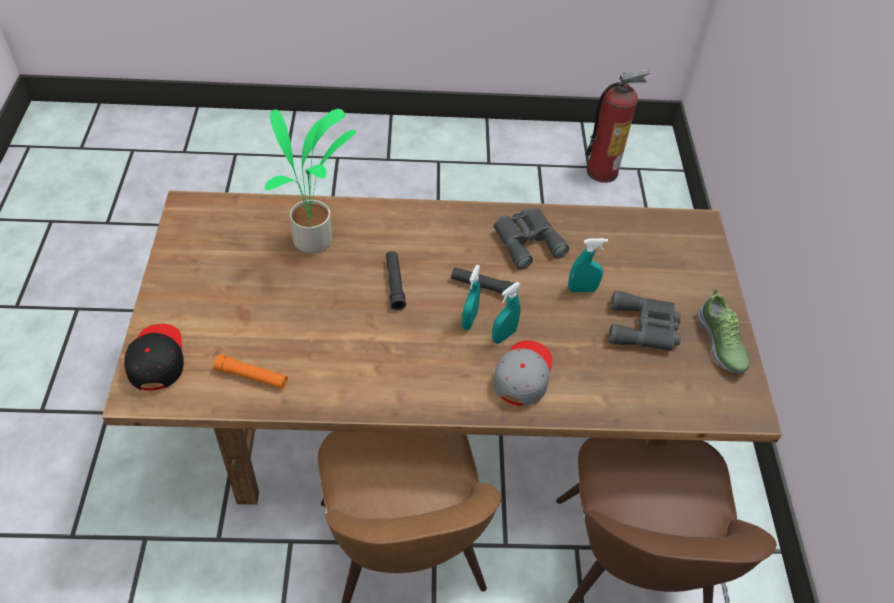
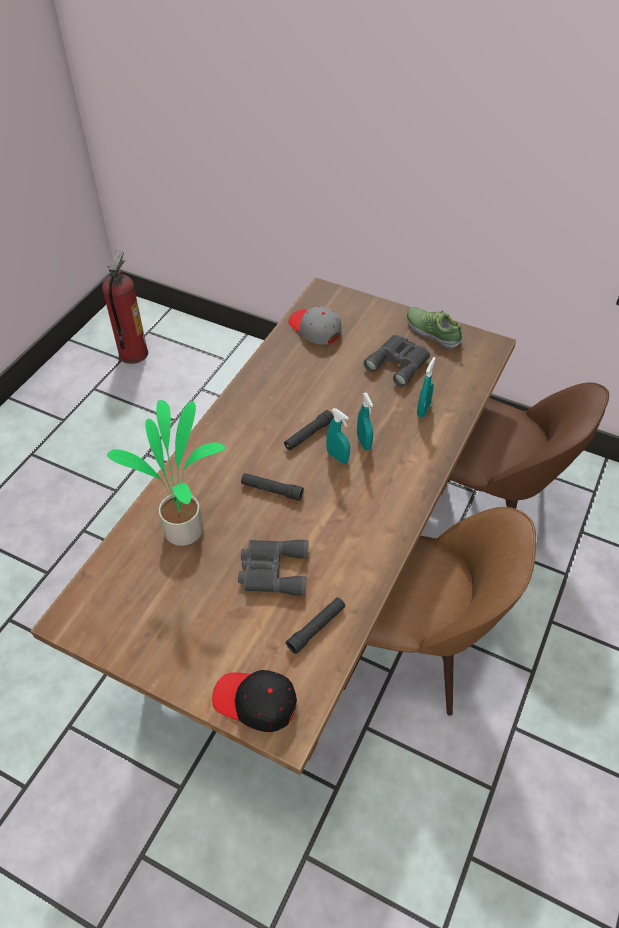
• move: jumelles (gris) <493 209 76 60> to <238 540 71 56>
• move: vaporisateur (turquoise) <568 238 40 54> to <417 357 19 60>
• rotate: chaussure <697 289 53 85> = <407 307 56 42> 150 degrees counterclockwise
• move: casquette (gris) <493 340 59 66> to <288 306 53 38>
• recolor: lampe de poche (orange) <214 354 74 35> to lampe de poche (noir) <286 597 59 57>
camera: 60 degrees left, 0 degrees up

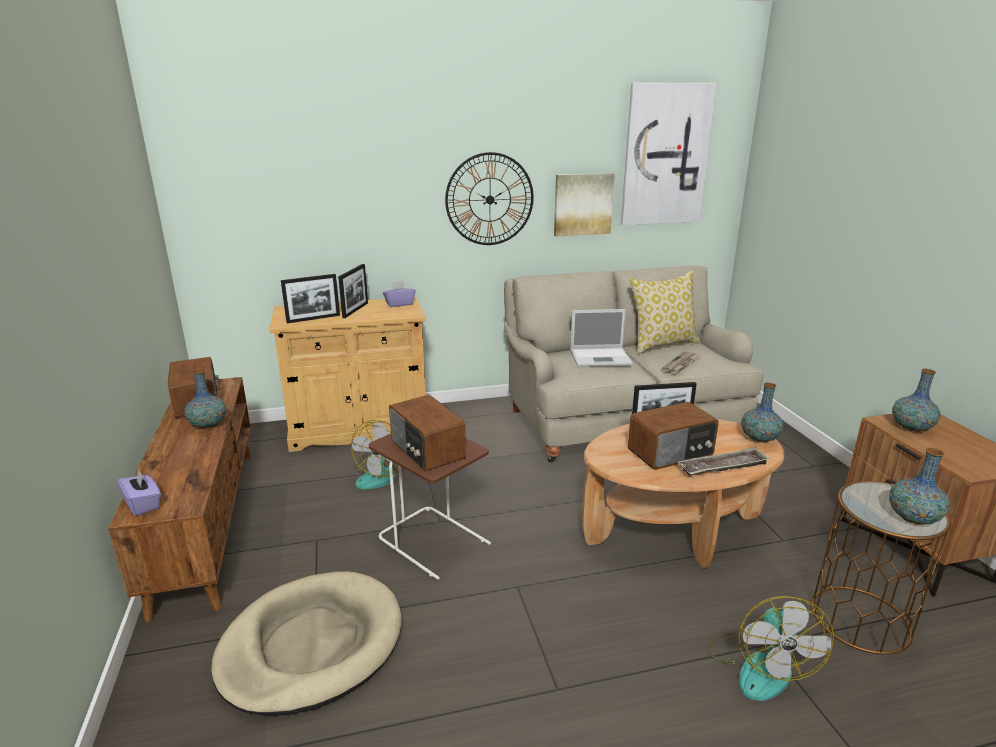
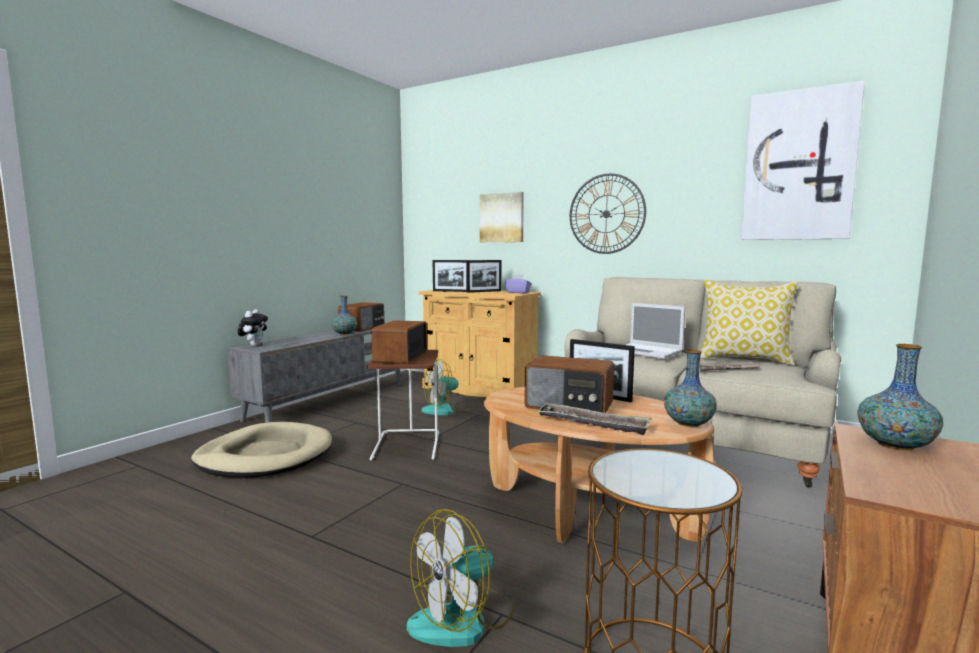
• move: tableau <554 173 61 63> to <480 192 44 50>
• recolor: meuble télé (marron) <108 377 143 246> to meuble télé (gris) <227 323 175 100>
• delete: vase <889 448 61 77>
• replace: boîte à mouchoirs (violet) <117 471 44 45> to peluche <238 309 30 37>
camera: 45 degrees right, 15 degrees down

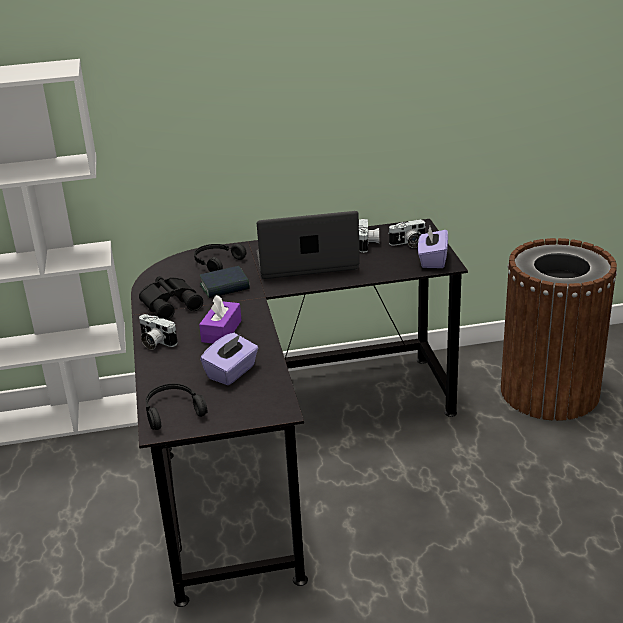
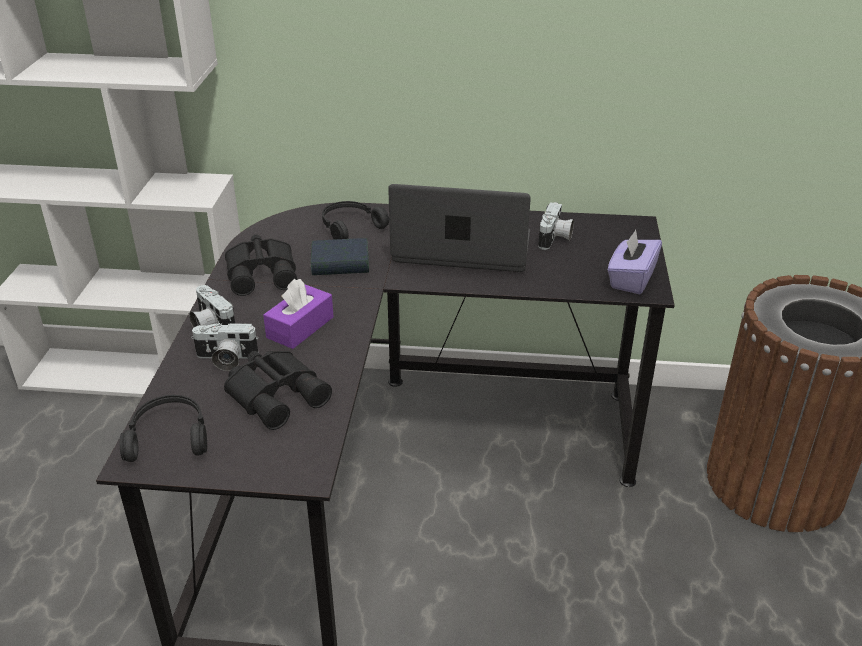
• move: appareil photo <389 219 37 29> to <191 323 68 48>
• replace: boîte à mouchoirs (violet) <200 333 58 52> to jumelles (noir) <224 351 108 79>
camera: 15 degrees right, 5 degrees up

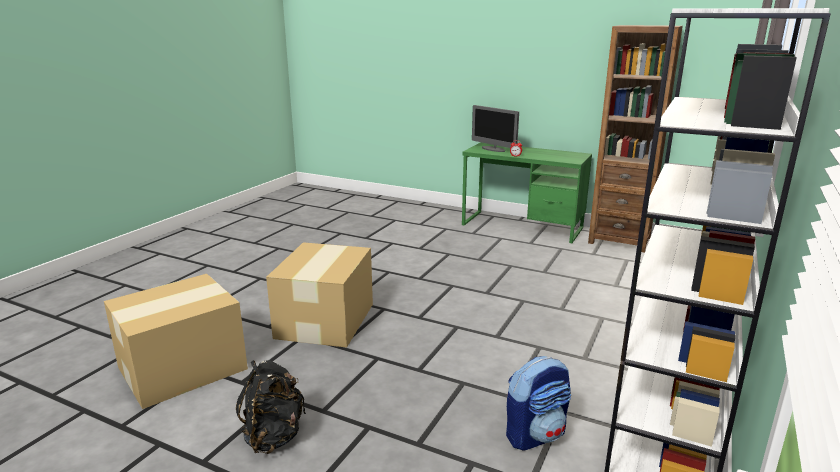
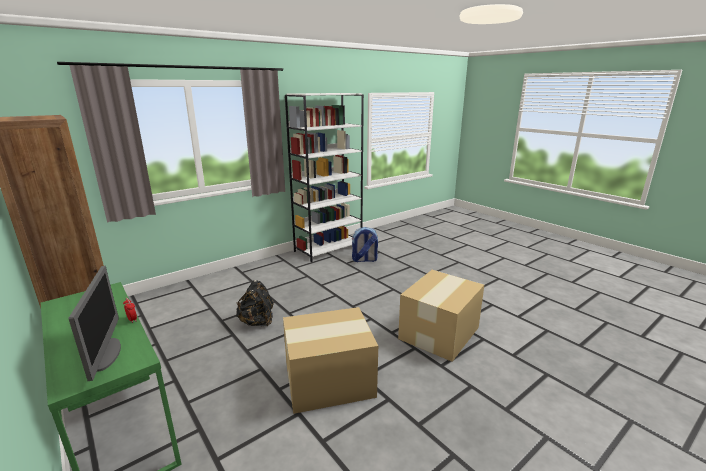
• move: carton <104 274 144 135> to <283 307 95 107>
• move: sac à dos (noir) <236 360 70 94> to <236 280 38 46>
camera: 155 degrees left, 0 degrees up

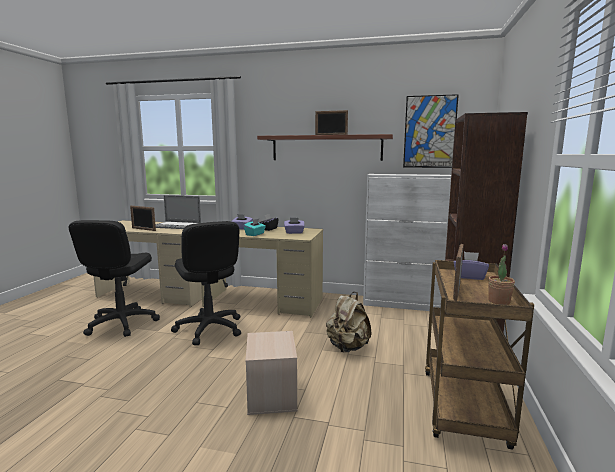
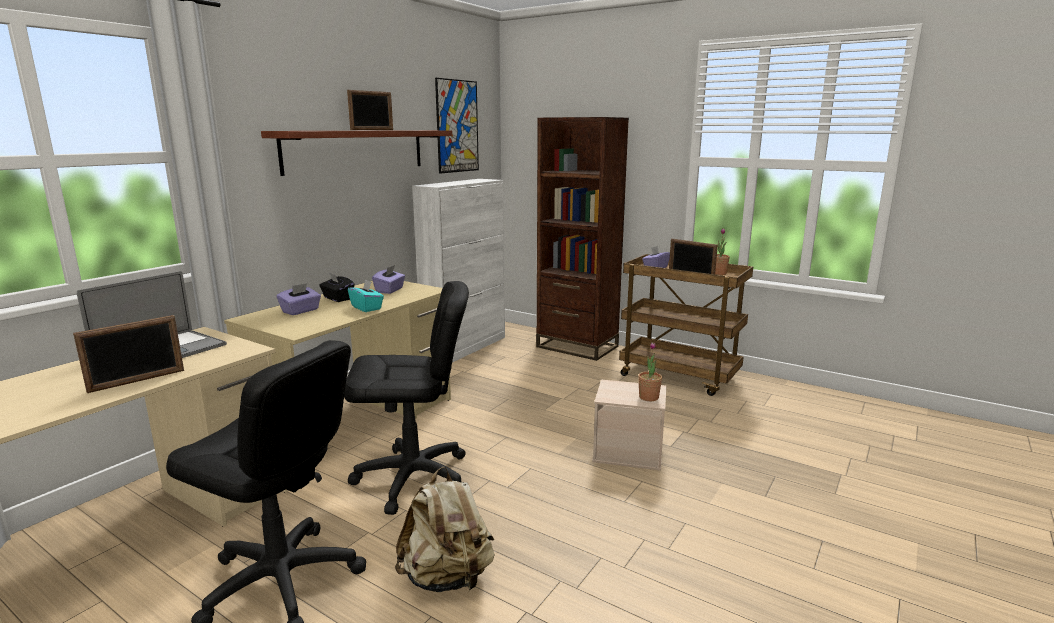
• move: sac à dos (beige) <326 292 45 60> to <395 467 100 125>
• insert: plante en pot <638 342 24 59>
camera: 70 degrees left, 5 degrees up

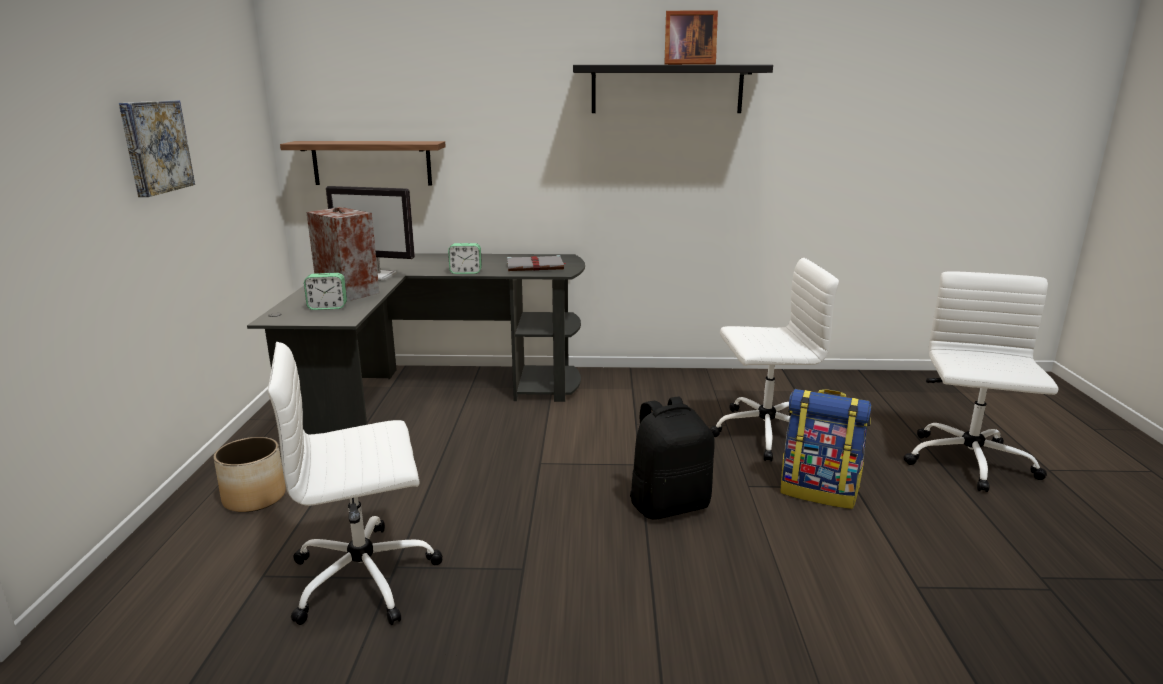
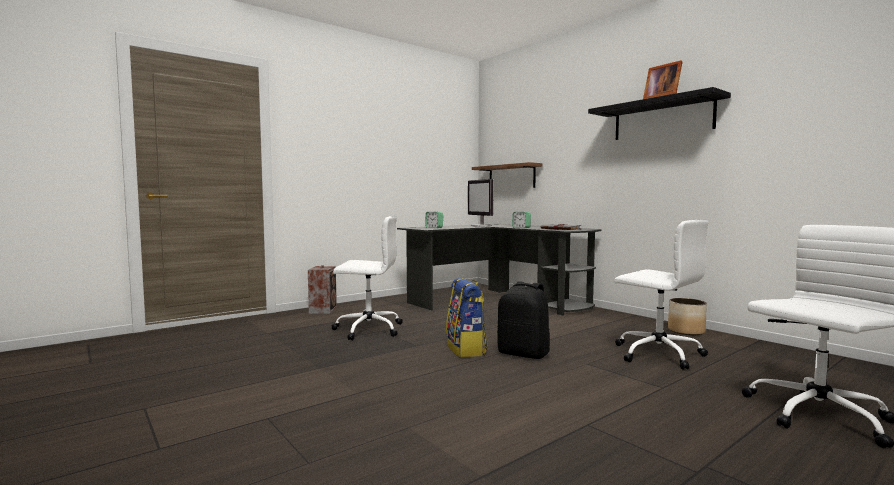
• delete: tableau <119 100 76 97>
• move: enceinte <306 207 74 95> to <308 265 29 49>
• rotate: chaise de bureau (blanc) <268 342 175 283> = <331 216 72 125> 150 degrees clockwise
• move: sac à dos <780 389 91 120> to <446 278 42 80>
• move: cache-pot <214 437 72 75> to <668 298 39 37>
camera: 50 degrees right, 15 degrees down

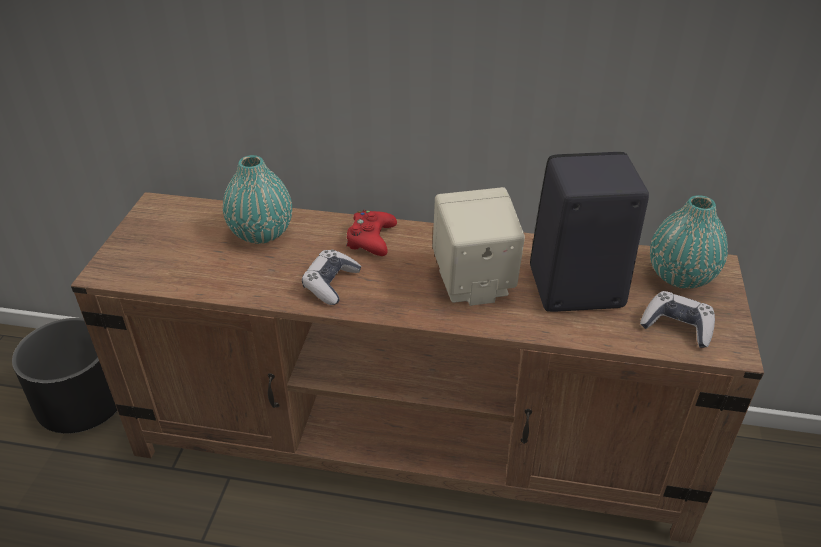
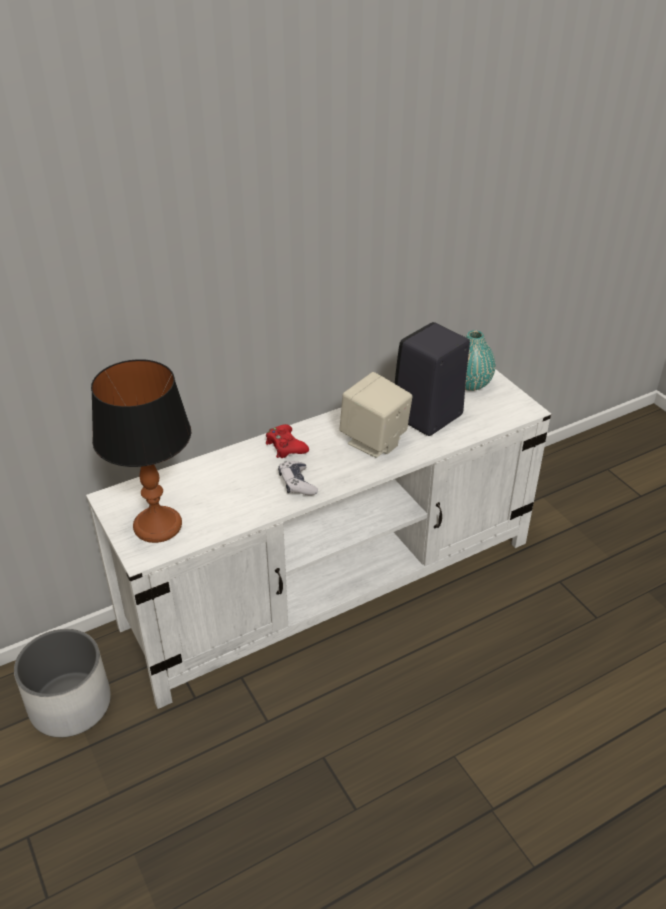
• delete: vase (turquoise) <223 155 69 89>
• recolor: meuble télé (marron) <71 192 693 351> to meuble télé (blanc) <86 369 465 340>
• delete: manette <640 291 75 57>
• recolor: cache-pot (noir) <12 318 106 116> to cache-pot (blanc) <14 629 97 108>
• insert: lampe de table <91 359 100 184>
camera: 40 degrees left, 0 degrees up

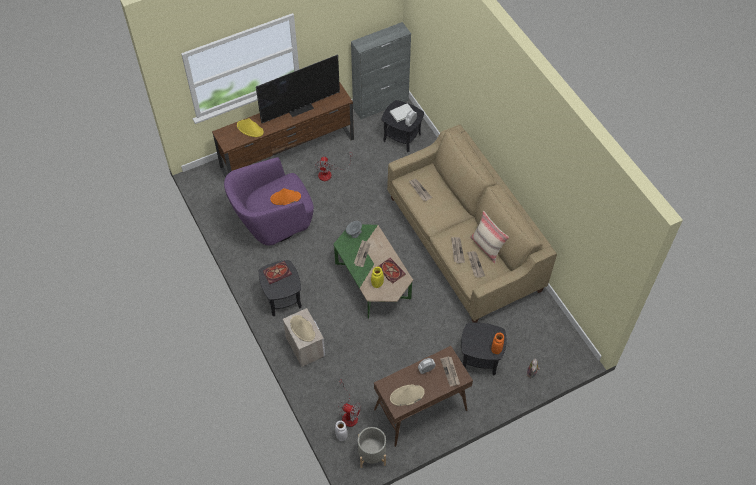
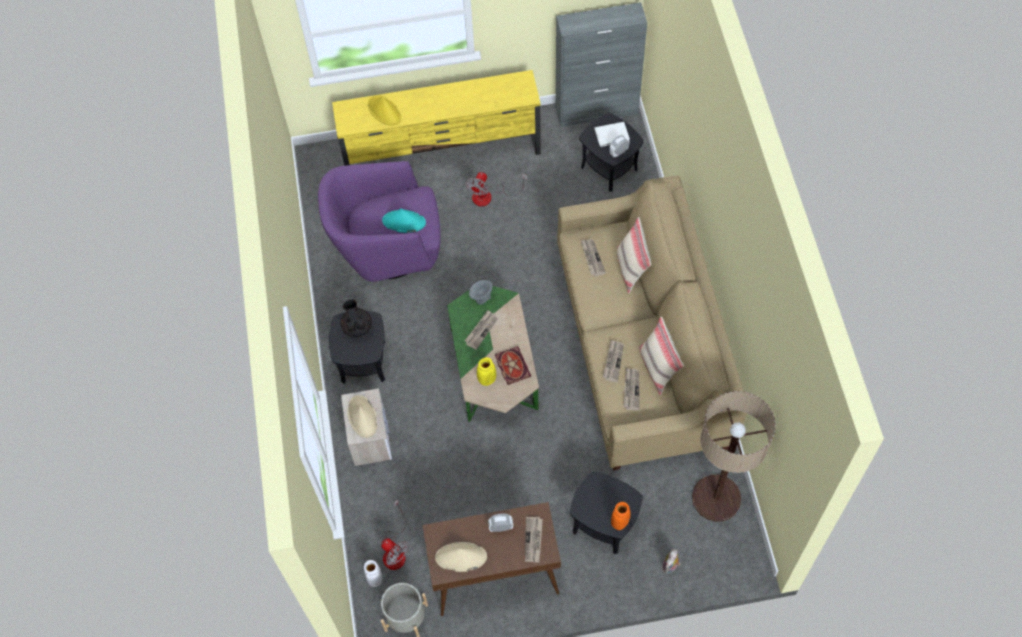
• delete: téléviseur <256 54 84 69>
• recolor: meuble télé (marron) <212 82 142 96> to meuble télé (jaune) <332 70 209 96>
• recolor: chapeau (orange) <270 188 31 17> to chapeau (turquoise) <382 209 44 24>
• replace: livre <263 261 29 23> to théière (noir) <341 299 31 38>
• insert: coussin (beige) <617 217 34 77>
• insert: lampadaire <692 391 84 131>
camera: 20 degrees right, 5 degrees up

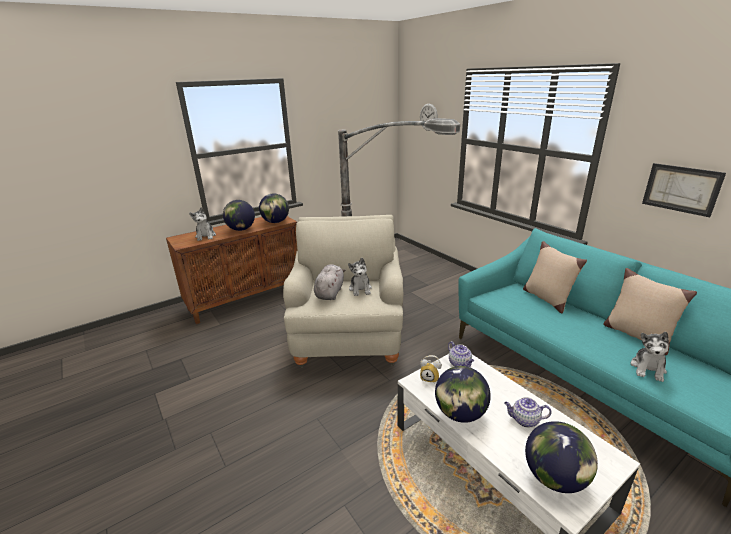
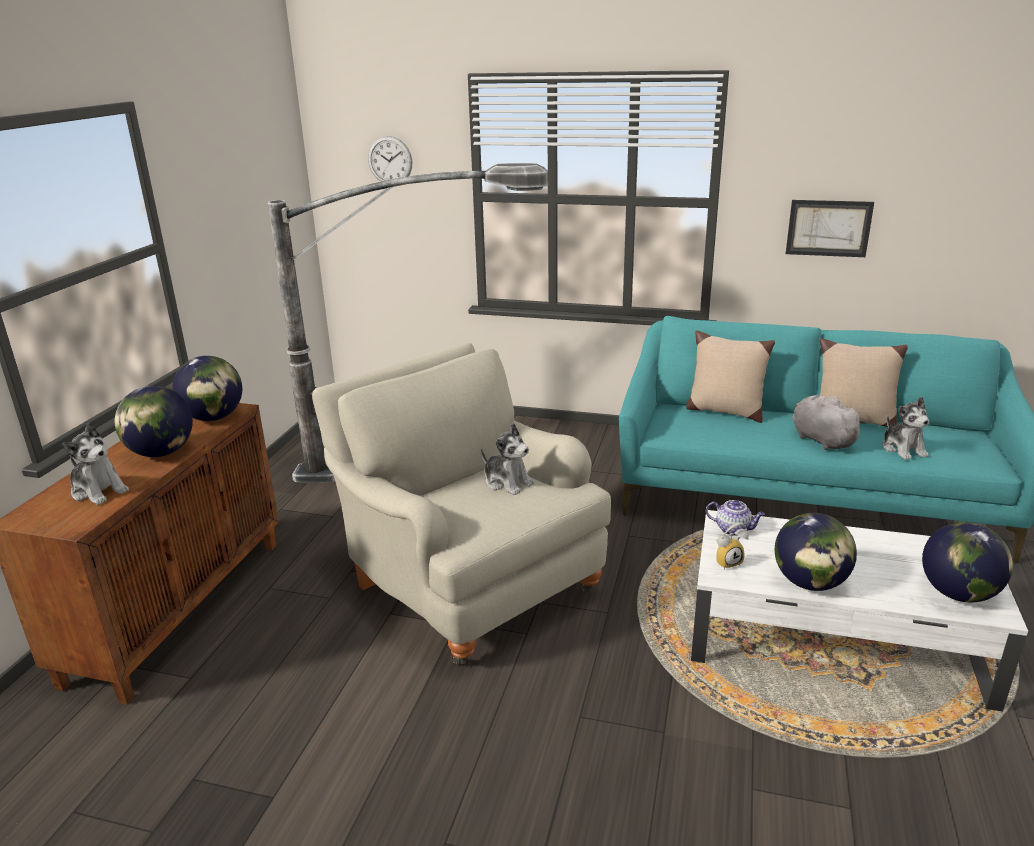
• move: peluche (gris) <314 264 31 36> to <792 395 74 55>
• delete: théière <504 397 48 31>
camera: 40 degrees left, 0 degrees up

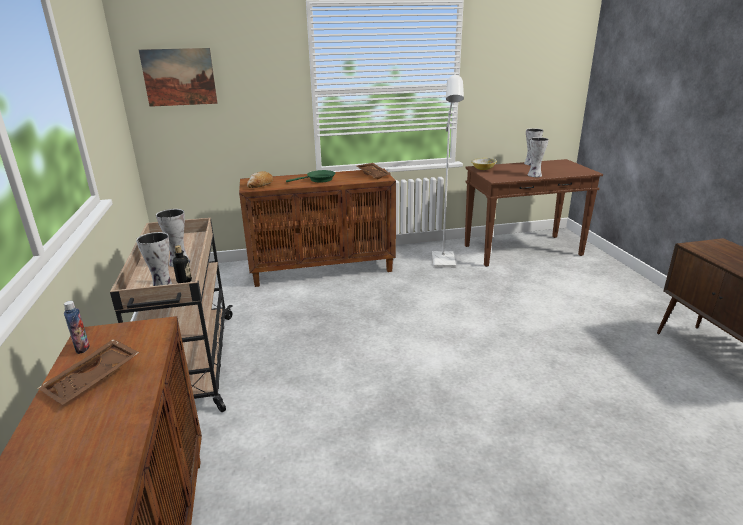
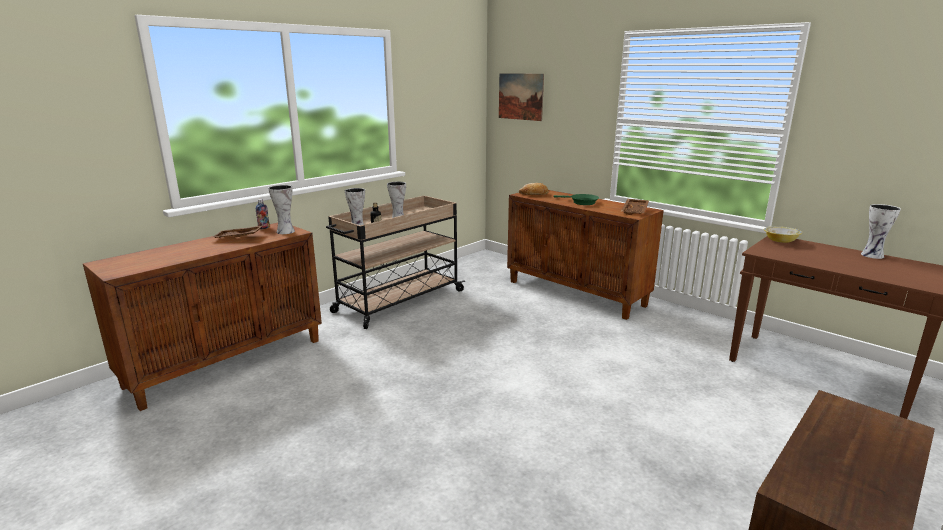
• delete: lampadaire (blanc) <432 73 32 195>
• move: vase <528 137 21 40> to <268 185 27 49>
camera: 55 degrees right, 5 degrees down

